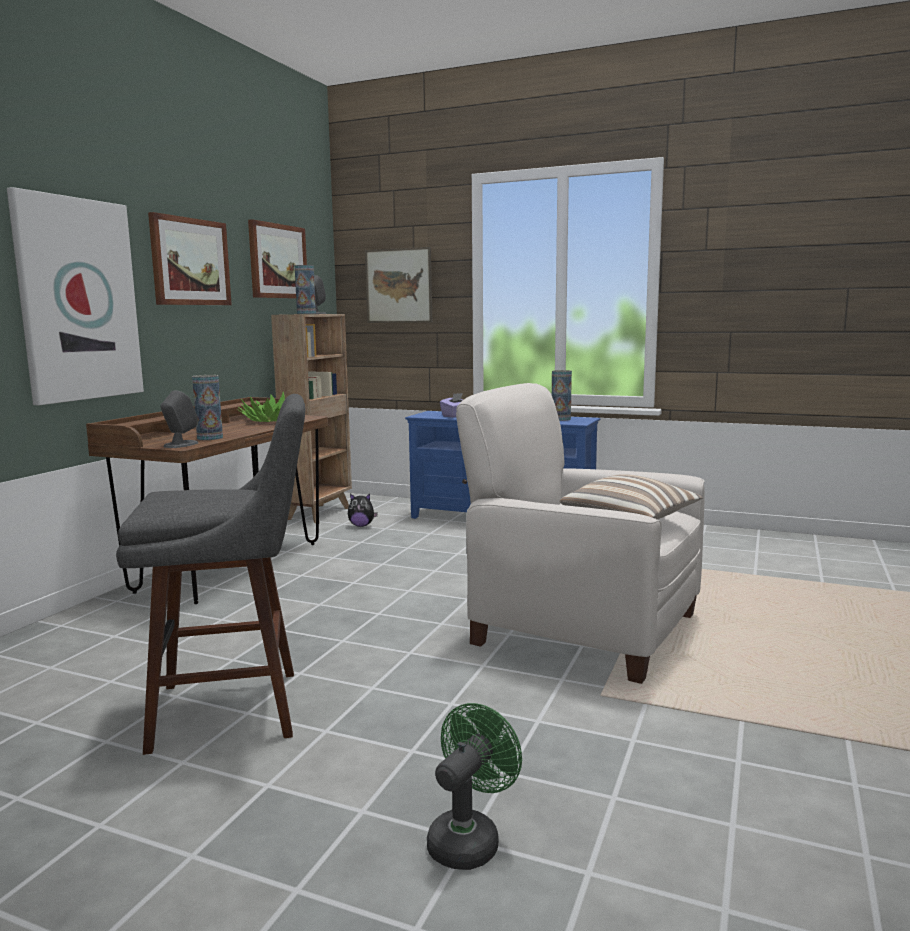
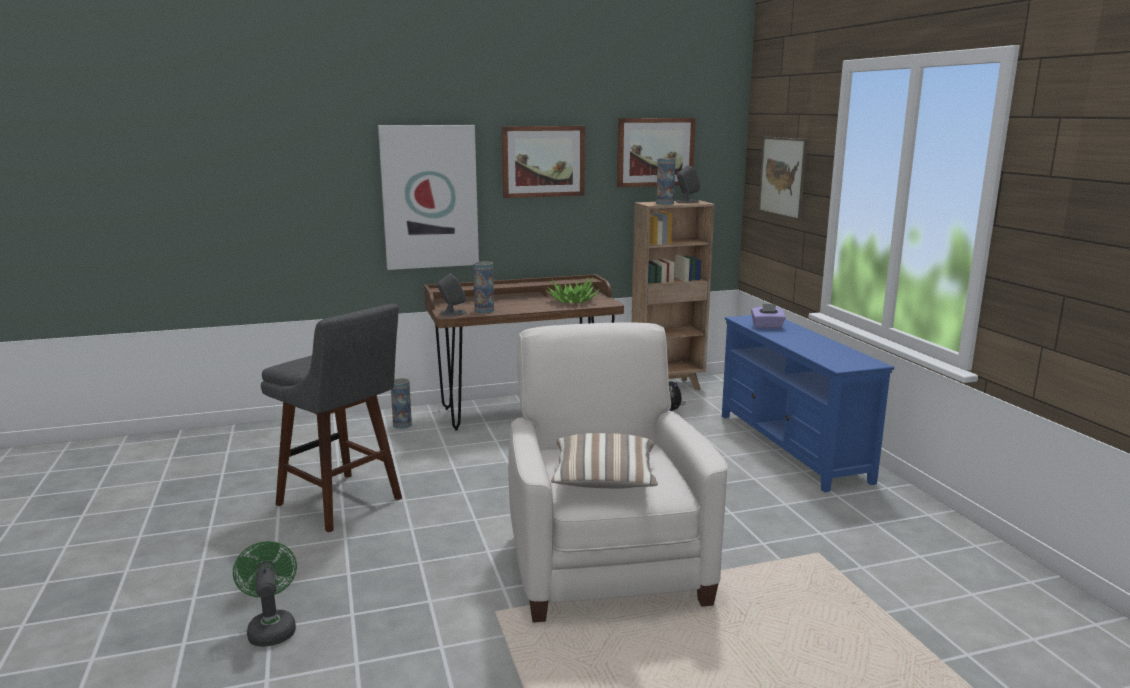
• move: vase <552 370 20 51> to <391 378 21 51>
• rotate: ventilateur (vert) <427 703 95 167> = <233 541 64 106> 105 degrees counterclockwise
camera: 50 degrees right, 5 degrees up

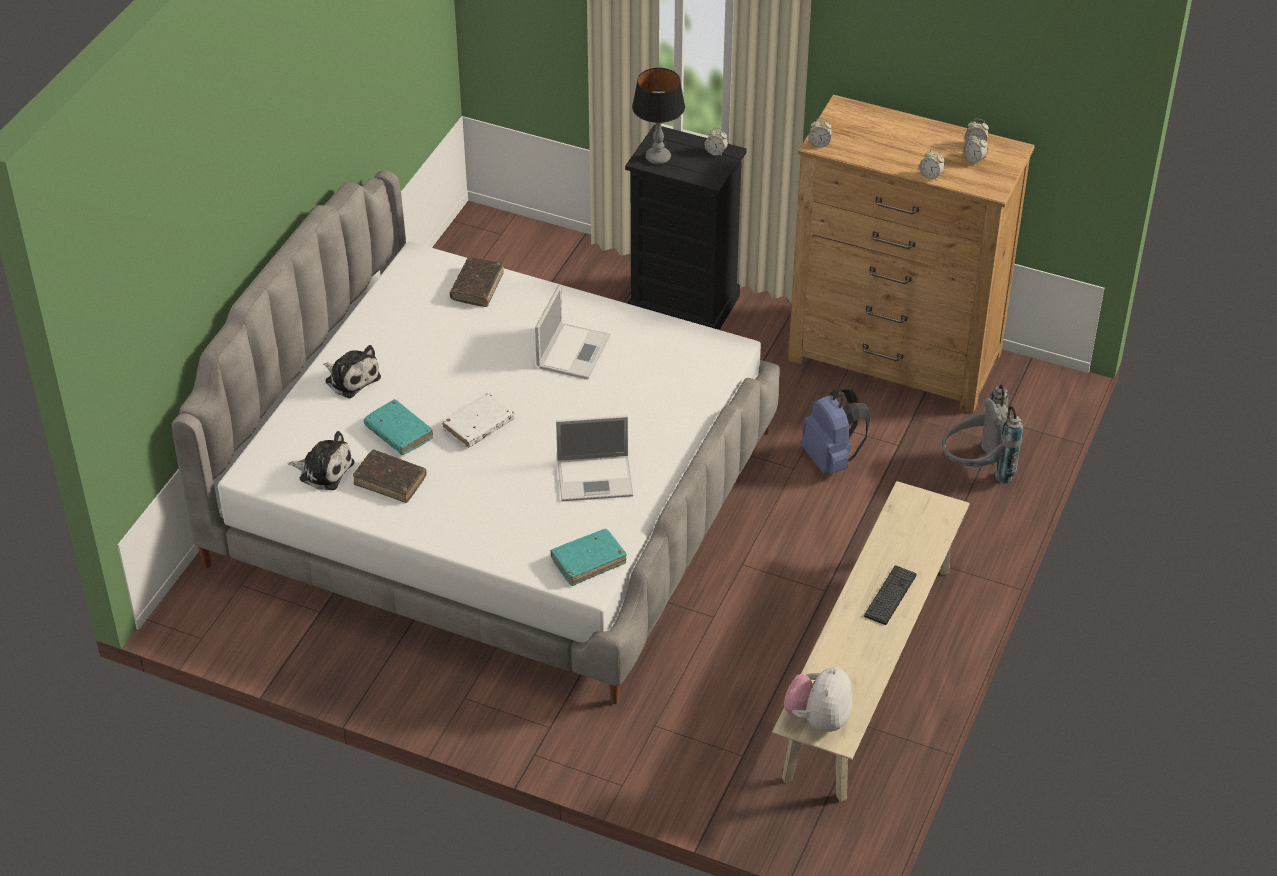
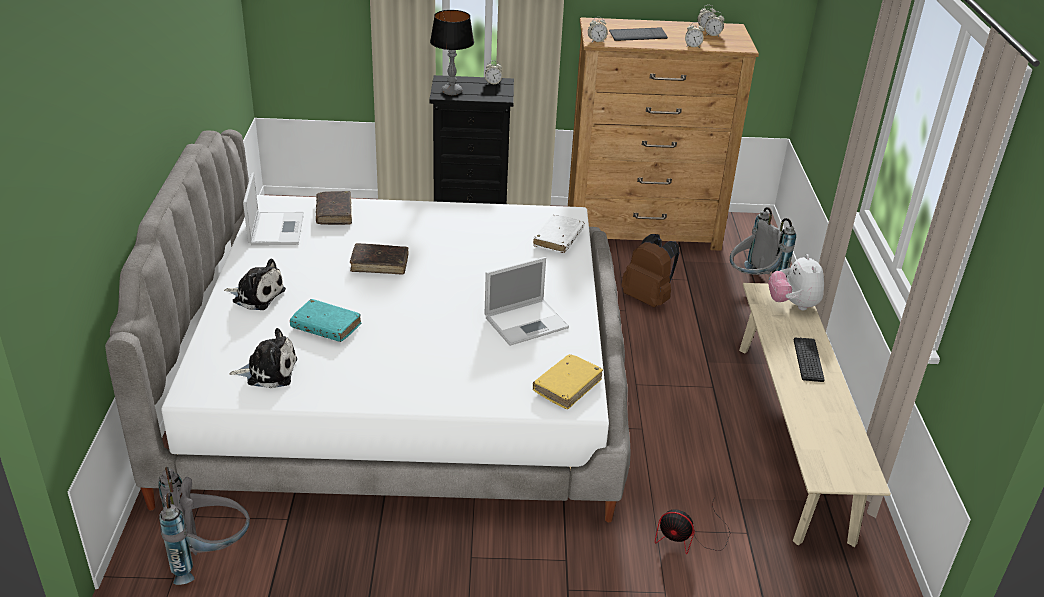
• move: ordinateur portable <535 284 76 96> to <243 172 61 73>
• recolor: sac à dos (bleu) <801 387 70 87> to sac à dos (marron) <621 234 58 73>
• move: livre (blanc) <442 393 72 55> to <533 214 52 39>
• move: livre (marron) <353 449 74 54> to <350 243 58 32>
• recolor: livre (turquoise) <550 529 77 57> to livre (jaune) <533 354 70 55>
• move: peluche <784 667 68 65> to <768 254 56 56>
• insert: clavier <609 27 59 14>
• insert: sac à dos (gris) <158 467 92 118>
• insert: ventilateur <655 497 75 57>
camera: 25 degrees left, 10 degrees down

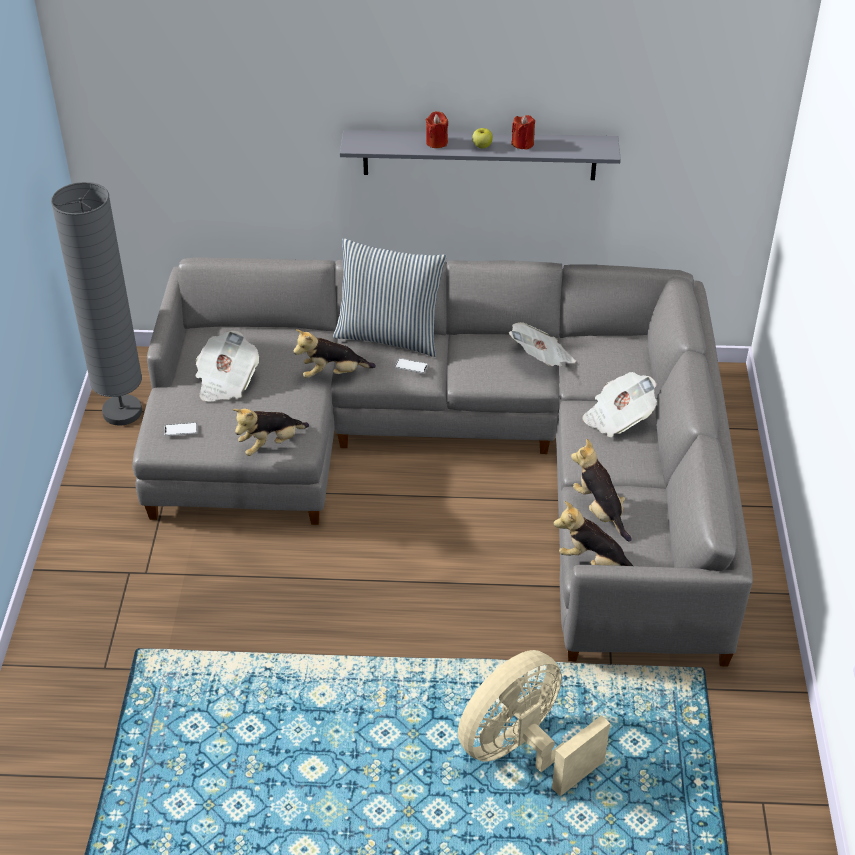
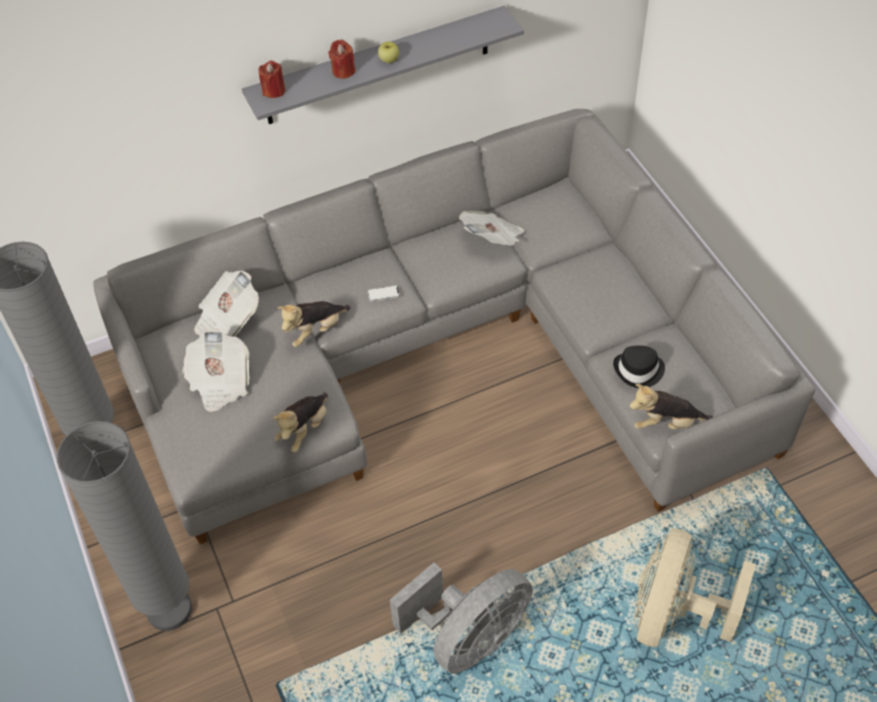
• move: bougie (rouge) <511 115 24 35> to <258 61 27 37>
• delete: coussin <333 238 114 119>
• move: journal <582 372 75 66> to <194 271 65 65>
• delete: téléphone <164 422 34 14>
• replace: peluche <571 439 61 103> to chapeau (noir) <613 346 52 42>
• insert: lampadaire (gris) <57 421 135 210>
• insert: ventilateur (gris) <390 563 143 111>
camera: 25 degrees left, 10 degrees up

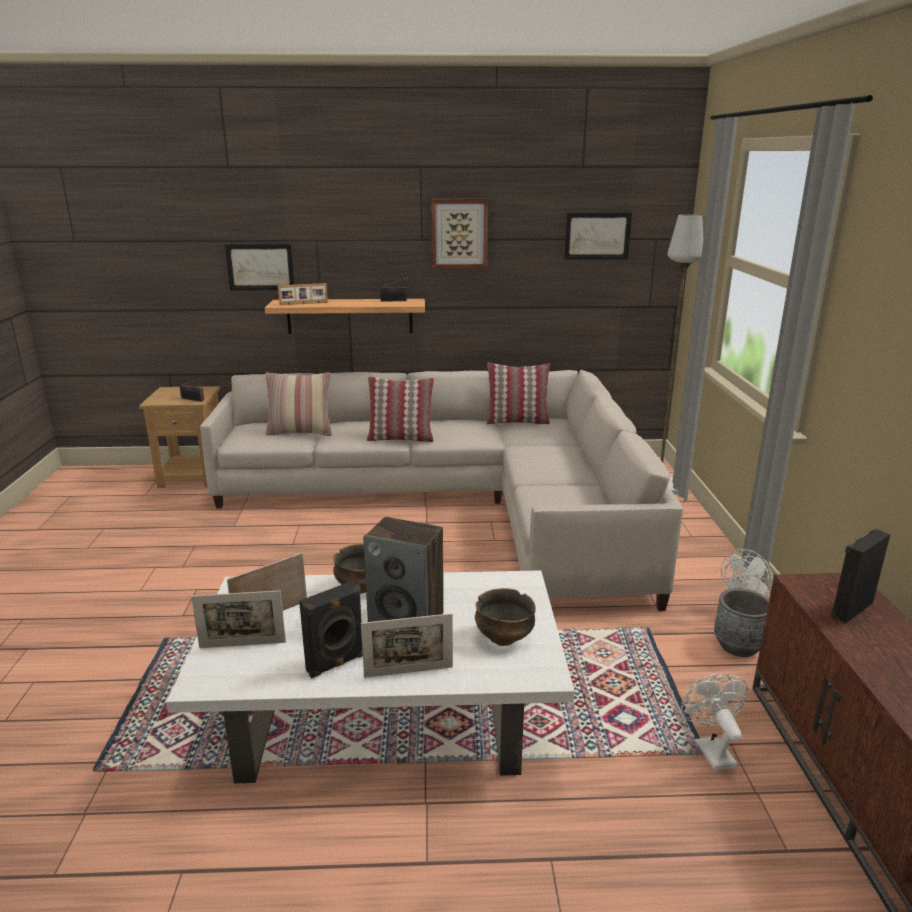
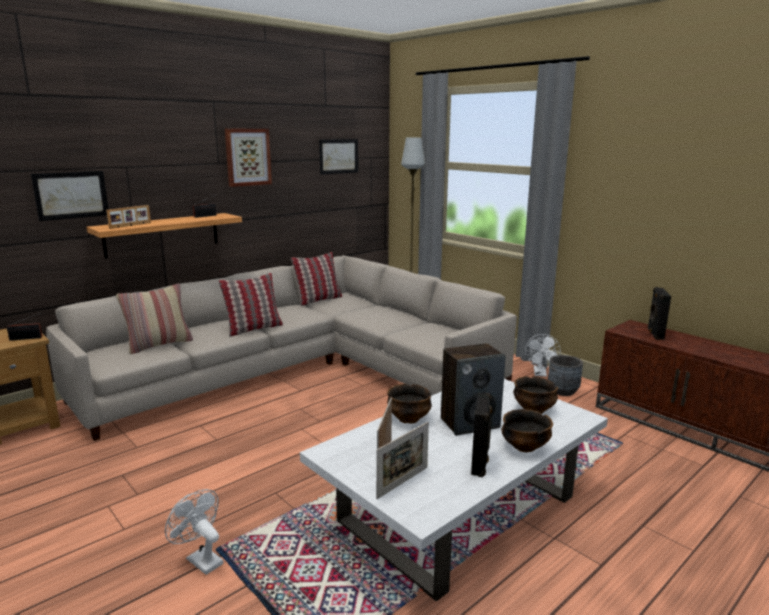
• replace: cadre photo <361 613 92 65> to bol <501 409 52 43>
• move: ventilateur (blanc) <681 674 67 97> to <165 489 58 86>
camera: 40 degrees left, 5 degrees down

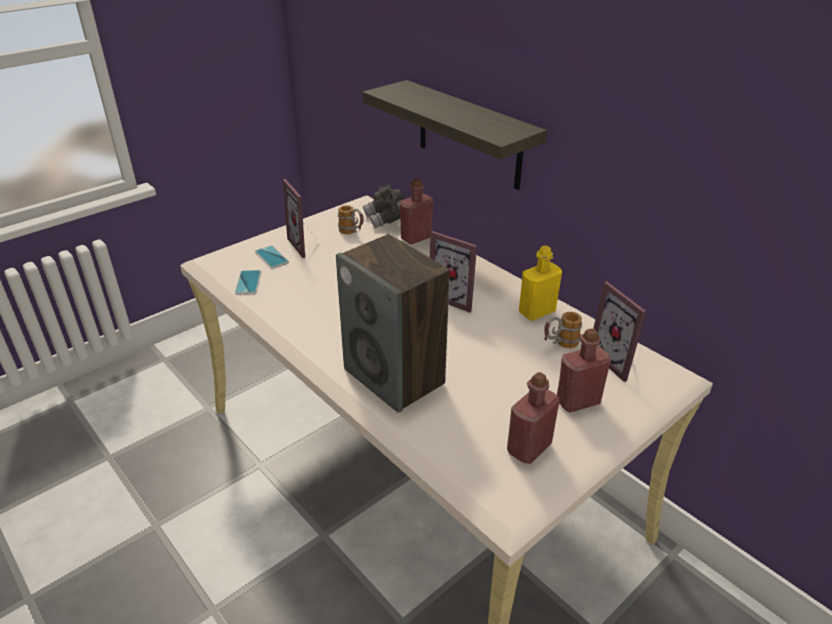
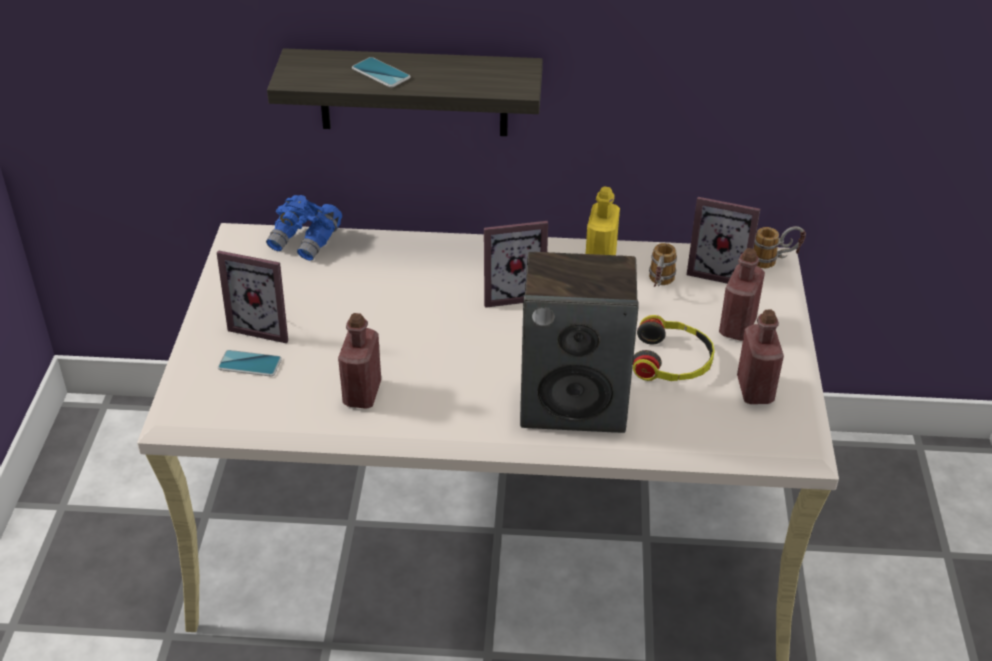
• move: bouteille (rouge) <400 178 34 66> to <338 313 43 96>
• recolor: jumelles (gris) <363 185 41 43> to jumelles (bleu) <266 195 76 66>
• move: mug <338 205 26 29> to <754 226 52 42>
• move: téléphone <235 270 26 25> to <352 57 59 31>
• insert: casque audio <633 315 81 66>
camera: 45 degrees left, 5 degrees up

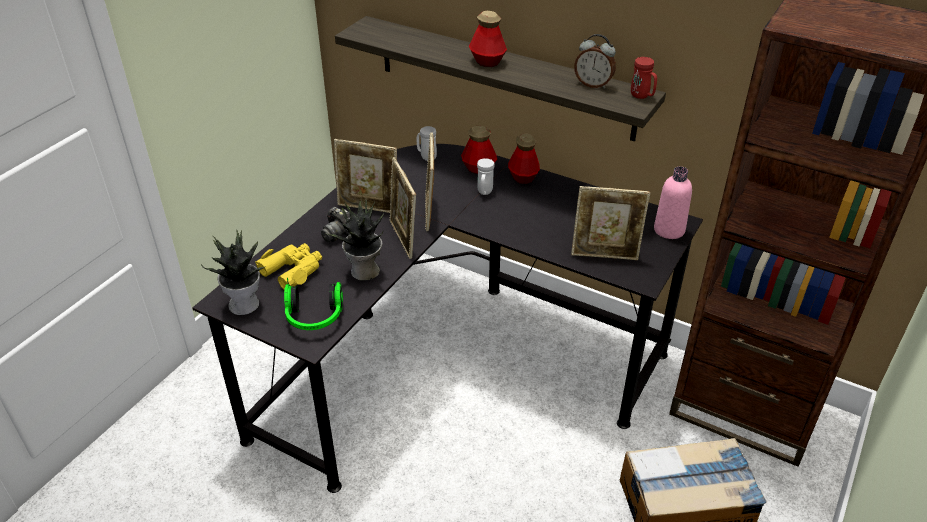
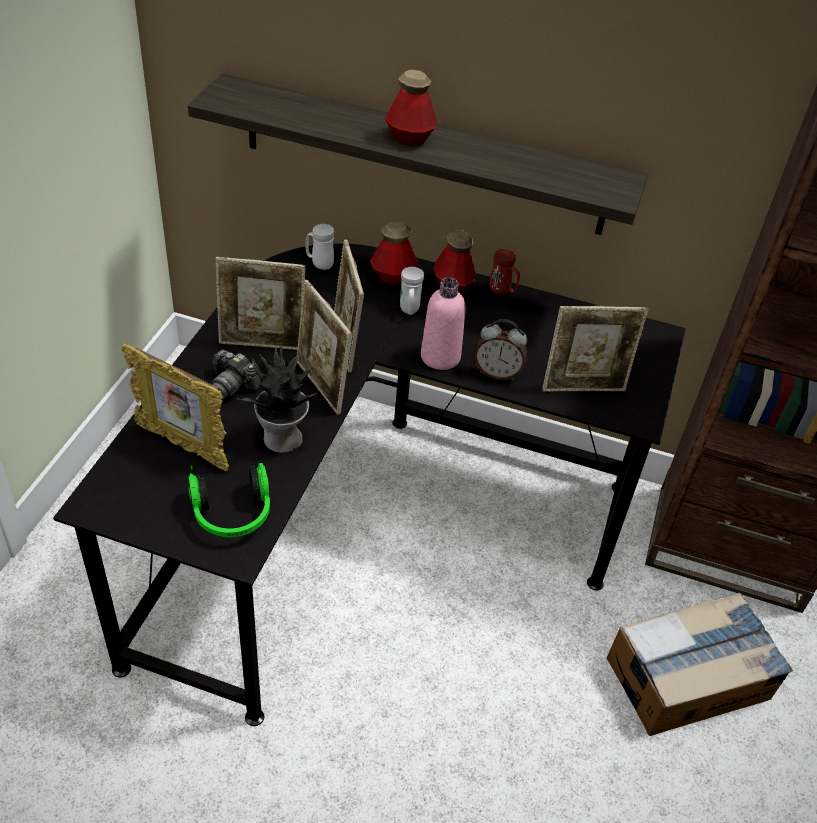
• move: réveil <574 34 42 55> to <474 319 53 61>
• move: mug (rouge) <631 57 26 42> to <489 249 31 46>
• move: bouteille (rose) <654 166 38 73> to <421 277 45 93>
• delete: plante en pot <201 229 66 86>
• replace: jumelles (jaune) <255 243 67 47> to cadre photo <122 343 107 128>
camera: 15 degrees left, 5 degrees up

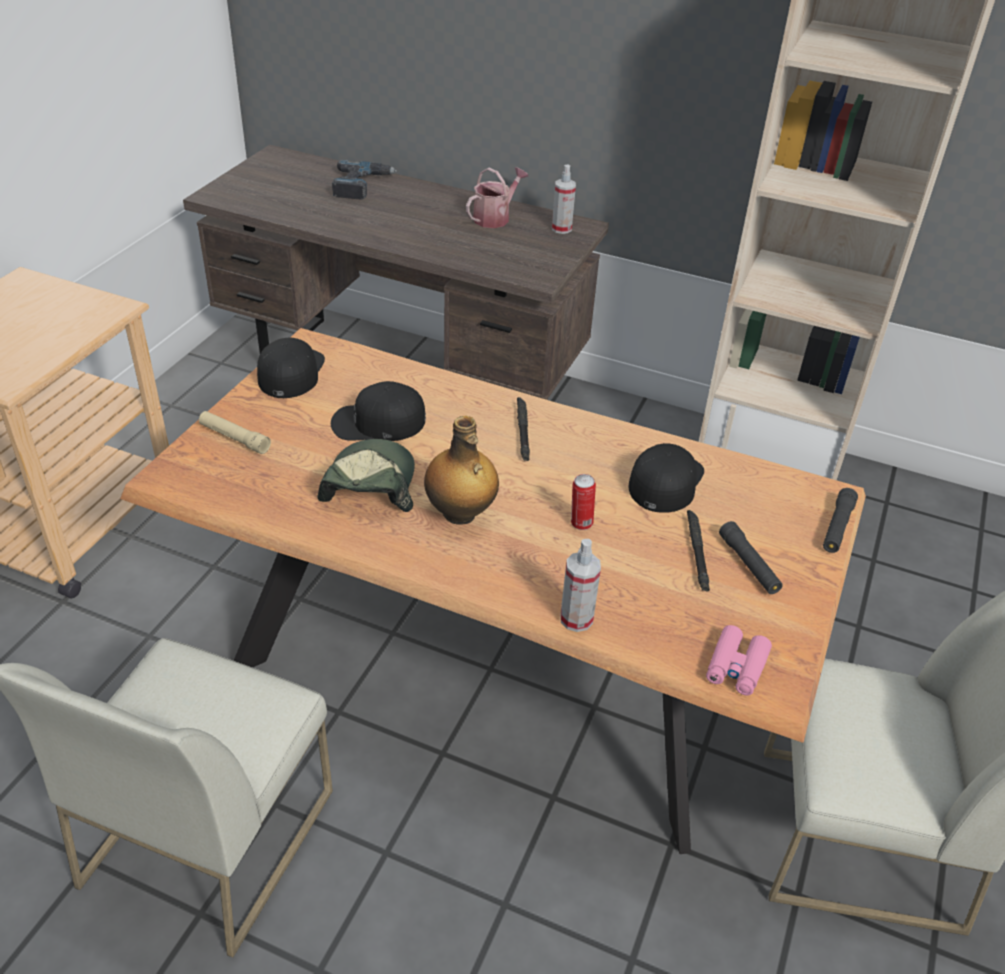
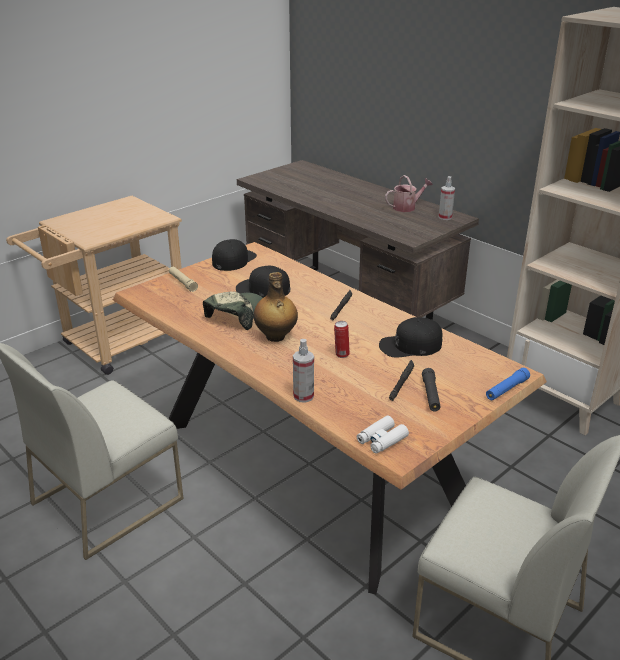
• delete: perceuse <332 160 65 40>
• rotate: casquette (noir) <629 443 75 70> = <379 317 63 40> 150 degrees counterclockwise
• recolor: lampe de poche (noir) <823 488 35 65> to lampe de poche (bleu) <486 368 44 32>
• recolor: jumelles (rose) <706 625 66 71> to jumelles (blanc) <357 416 52 38>
camera: 25 degrees right, 10 degrees down

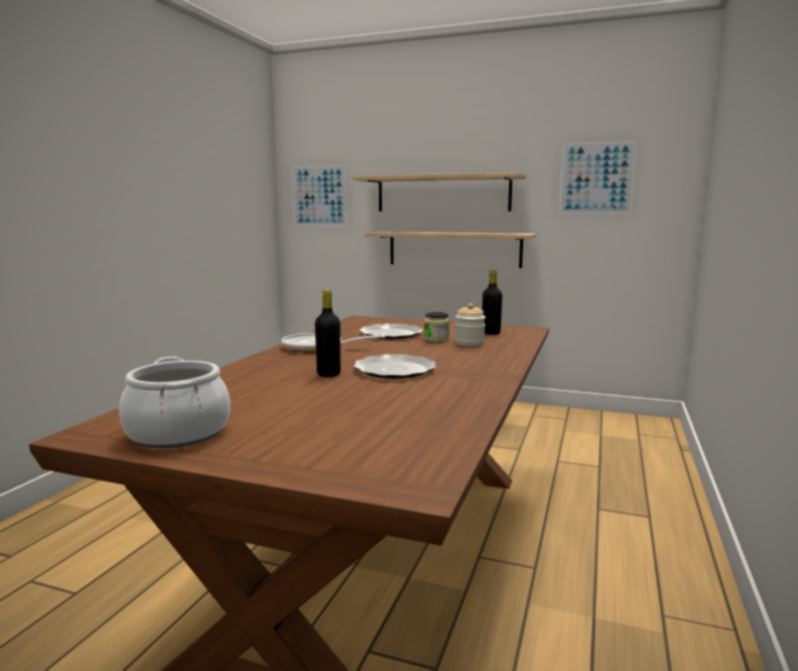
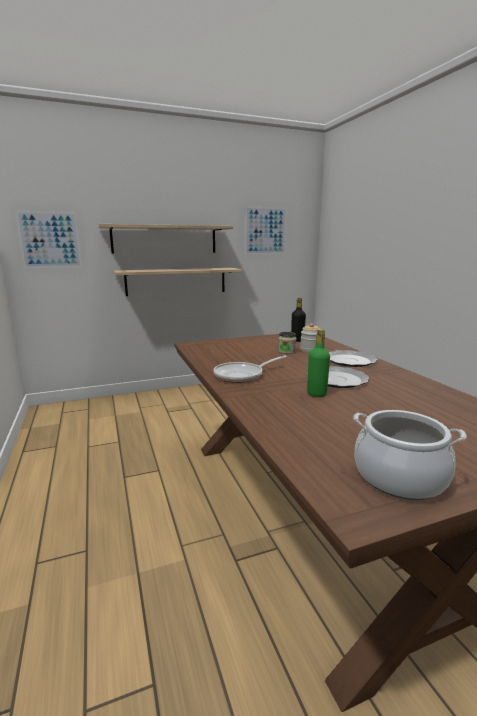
• recolor: bouteille (noir) <315 289 26 88> to bouteille (vert) <307 329 23 68>
• move: assiette <359 324 64 16> to <329 350 49 17>
camera: 40 degrees left, 5 degrees up

